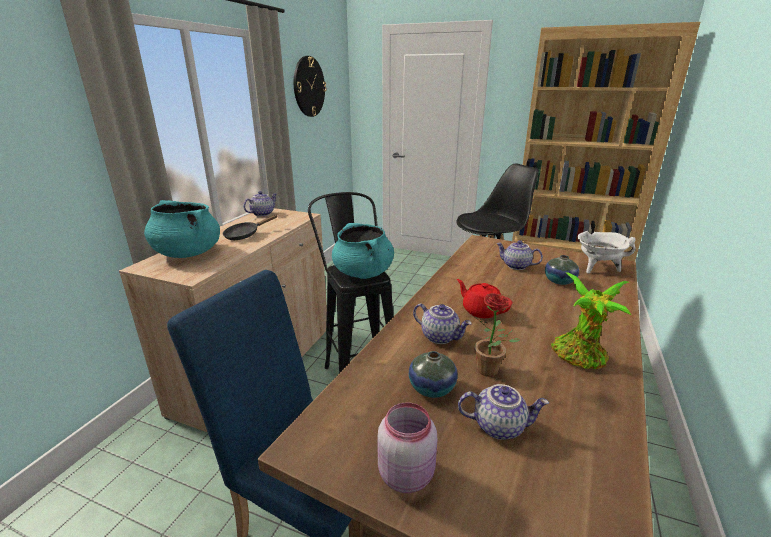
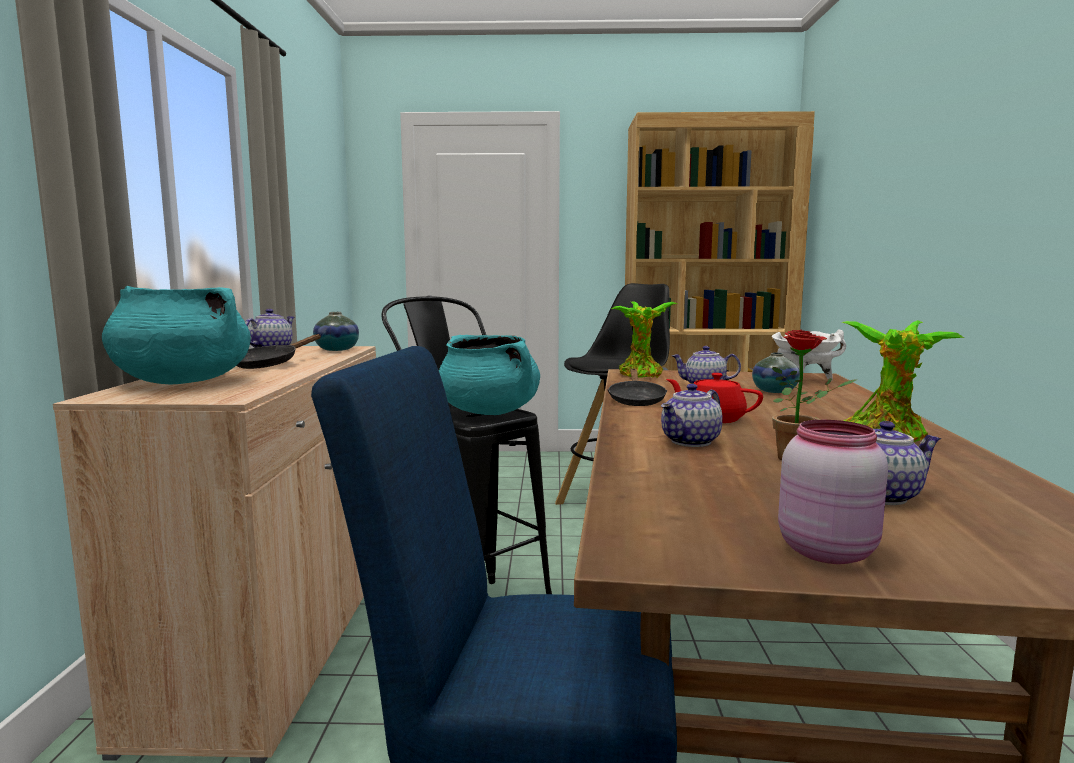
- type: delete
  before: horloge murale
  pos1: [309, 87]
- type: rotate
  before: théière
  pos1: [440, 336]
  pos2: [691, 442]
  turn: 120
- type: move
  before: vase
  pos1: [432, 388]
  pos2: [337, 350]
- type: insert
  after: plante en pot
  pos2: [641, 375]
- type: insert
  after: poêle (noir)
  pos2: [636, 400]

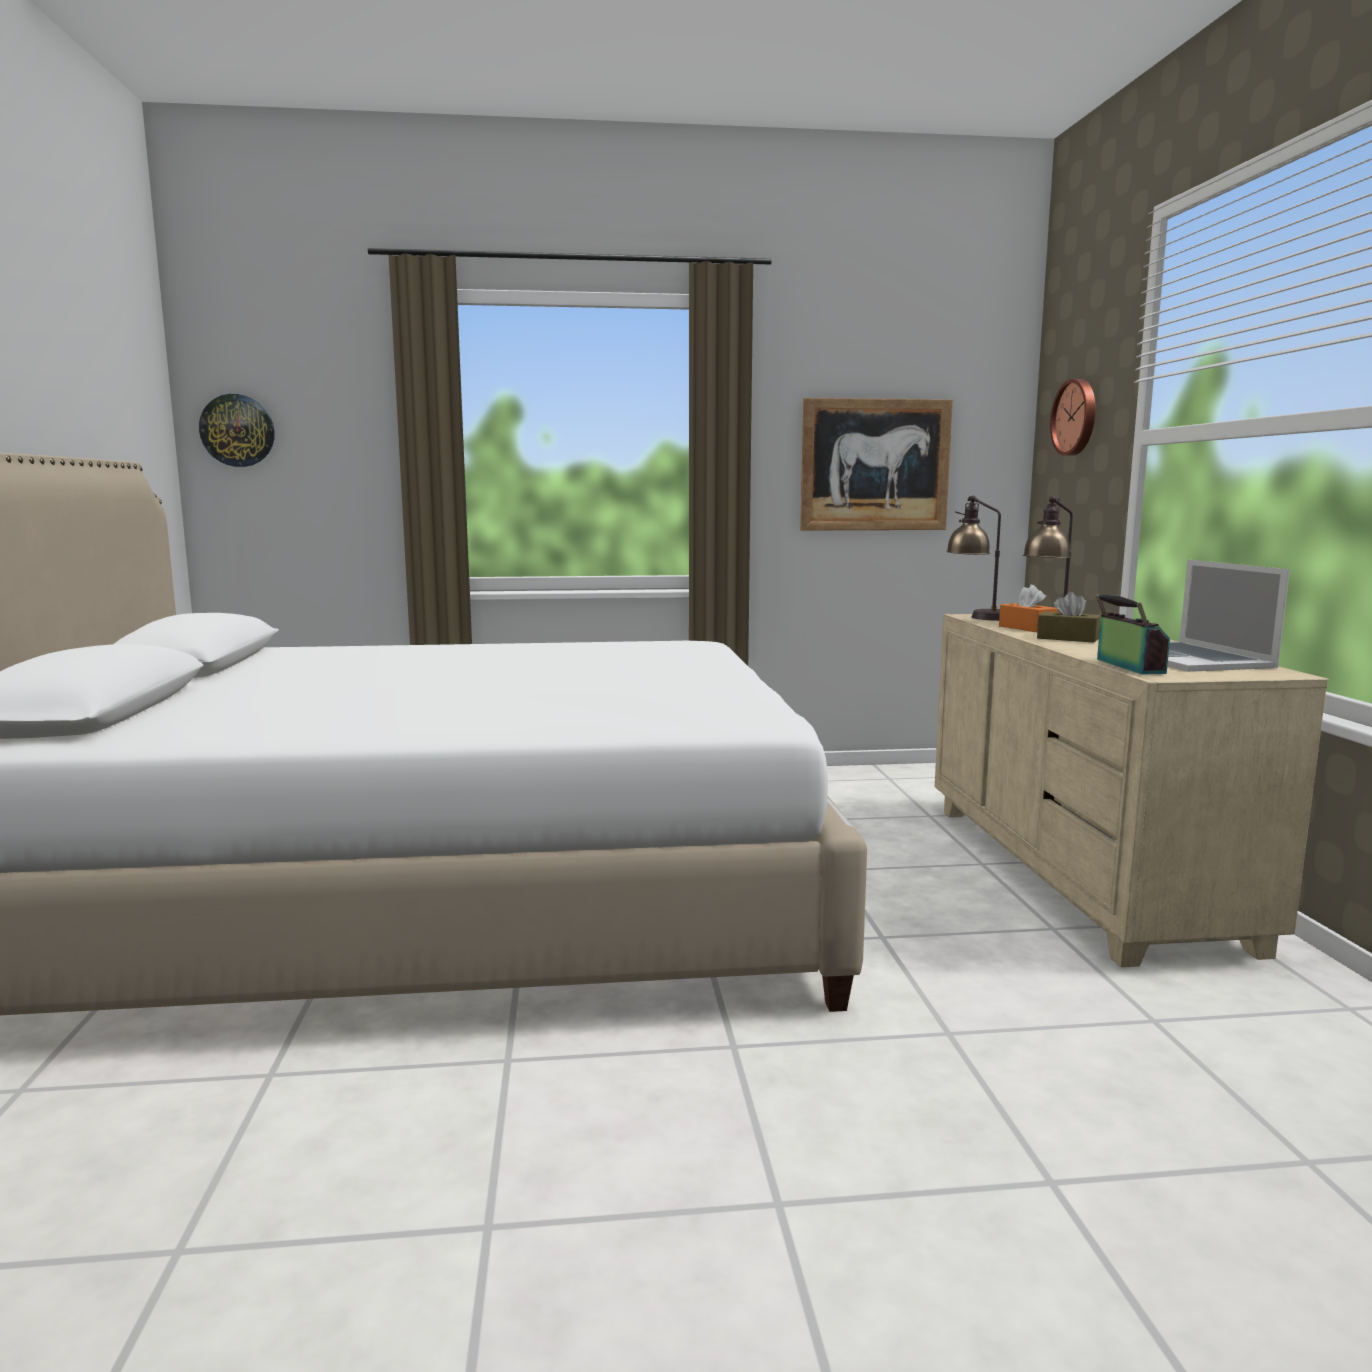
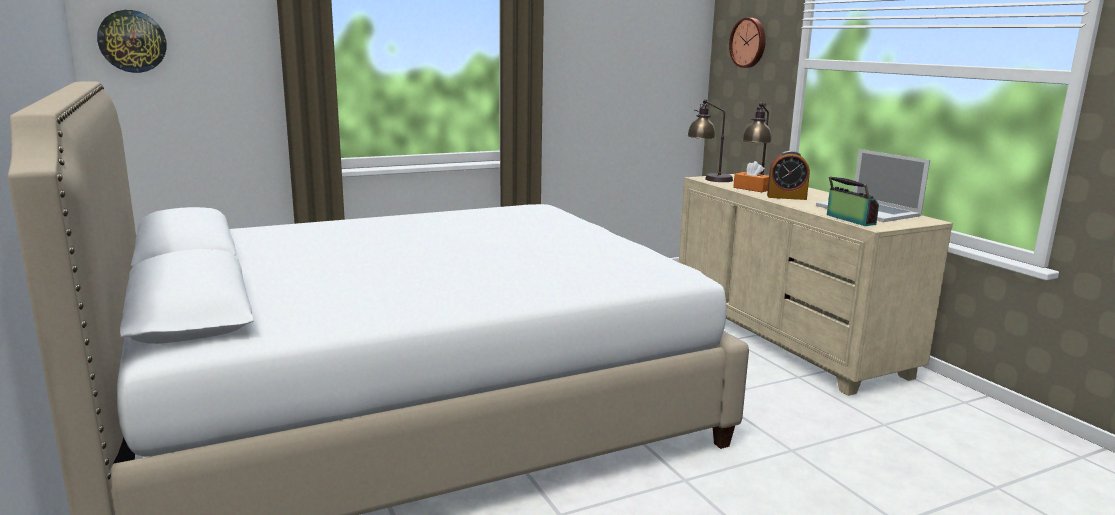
- type: delete
  before: tableau
  pos1: [875, 465]
- type: replace
  before: boîte à mouchoirs (marron)
  after: réveil
  pos1: [1068, 638]
  pos2: [786, 197]

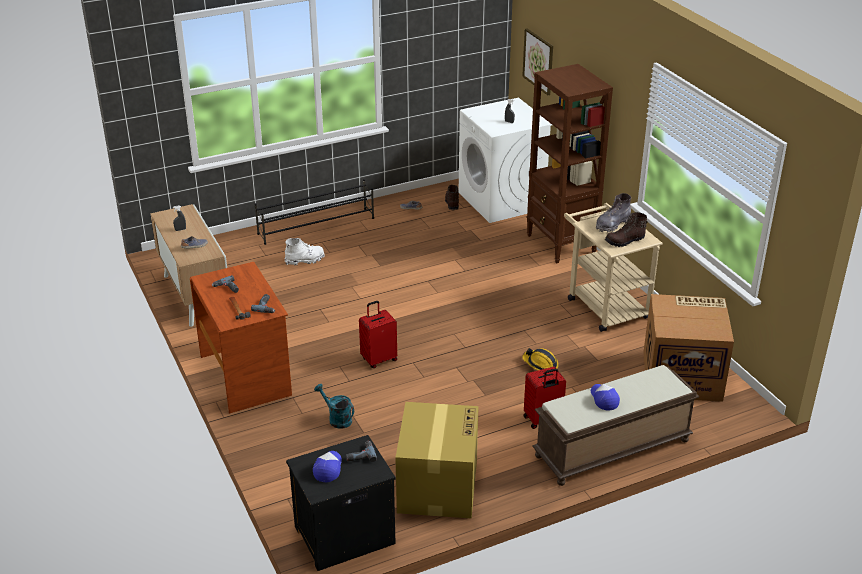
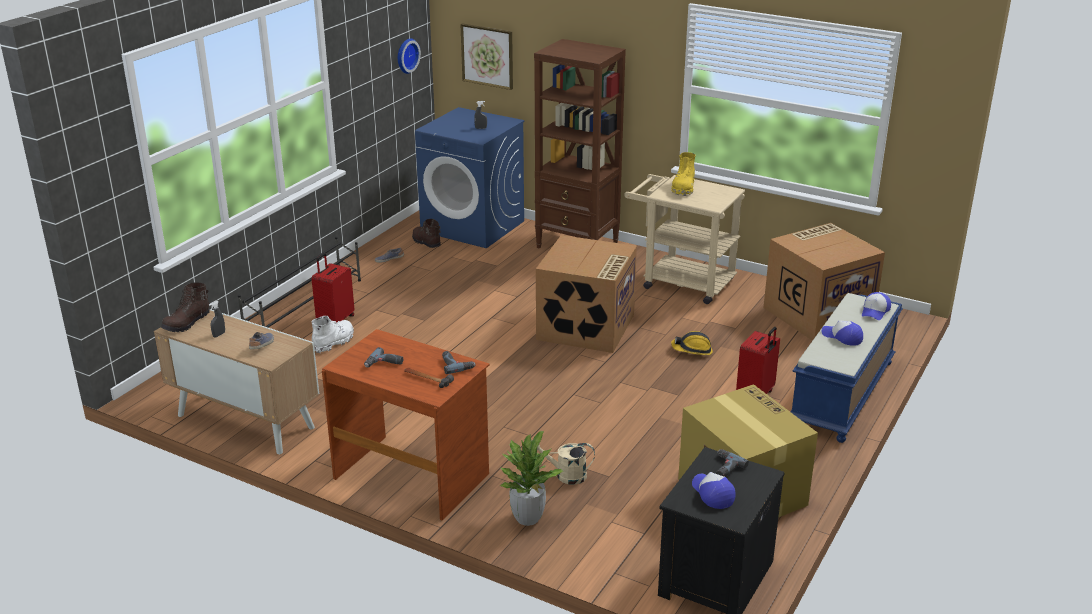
- type: recolor
  before: lave-linge (blanc)
  after: lave-linge (bleu)
  pos1: [502, 201]
  pos2: [473, 226]
- type: recolor
  before: botte (gris)
  after: botte (jaune)
  pos1: [612, 224]
  pos2: [683, 188]
- type: move
  before: botte (marron)
  pos1: [625, 241]
  pos2: [187, 323]
- type: move
  before: valise (rouge)
  pos1: [379, 359]
  pos2: [335, 320]
- type: recolor
  before: banc (marron)
  after: banc (bleu)
  pos1: [612, 449]
  pos2: [843, 394]
- type: recolor
  before: arrosoir (turquoise)
  after: arrosoir (beige)
  pos1: [337, 419]
  pos2: [565, 475]
- type: insert
  after: horloge murale
  pos2: [406, 55]
- type: insert
  after: carton
  pos2: [586, 328]
- type: insert
  after: casquette
  pos2: [875, 311]
- type: insert
  after: plante en pot
  pos2: [527, 518]

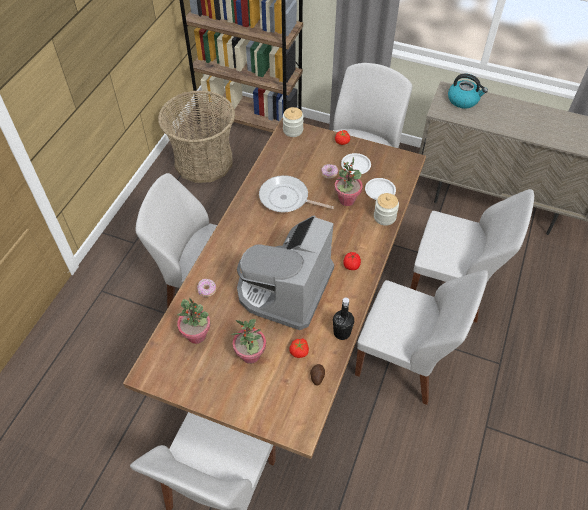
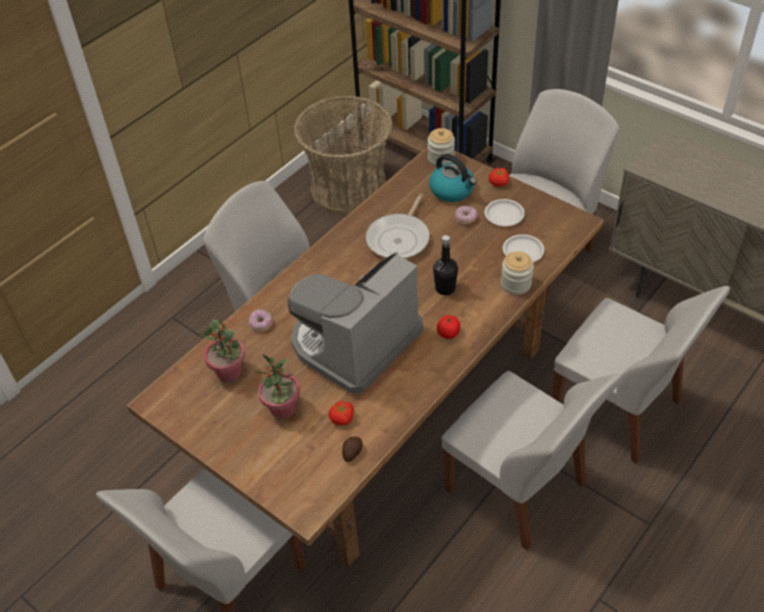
- type: move
  before: bouilloire
  pos1: [463, 100]
  pos2: [452, 190]
- type: delete
  before: plante en pot
  pos1: [346, 200]
- type: rotate
  before: poêle
  pos1: [287, 199]
  pos2: [400, 238]
  turn: -105
- type: move
  before: bouteille (noir)
  pos1: [342, 333]
  pos2: [445, 288]

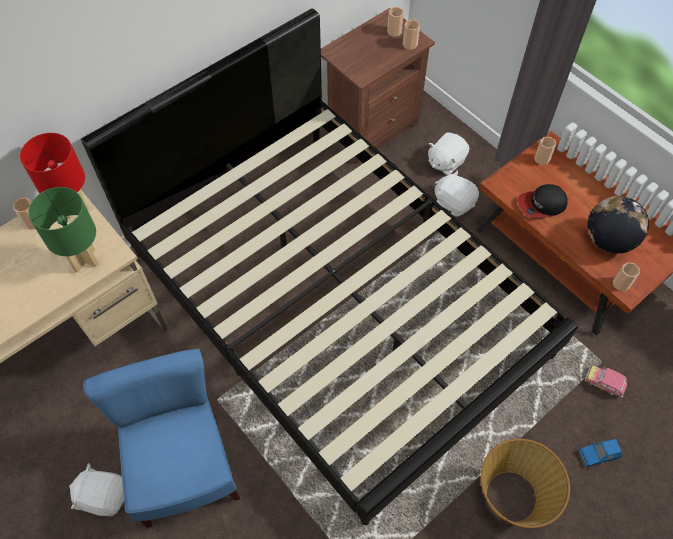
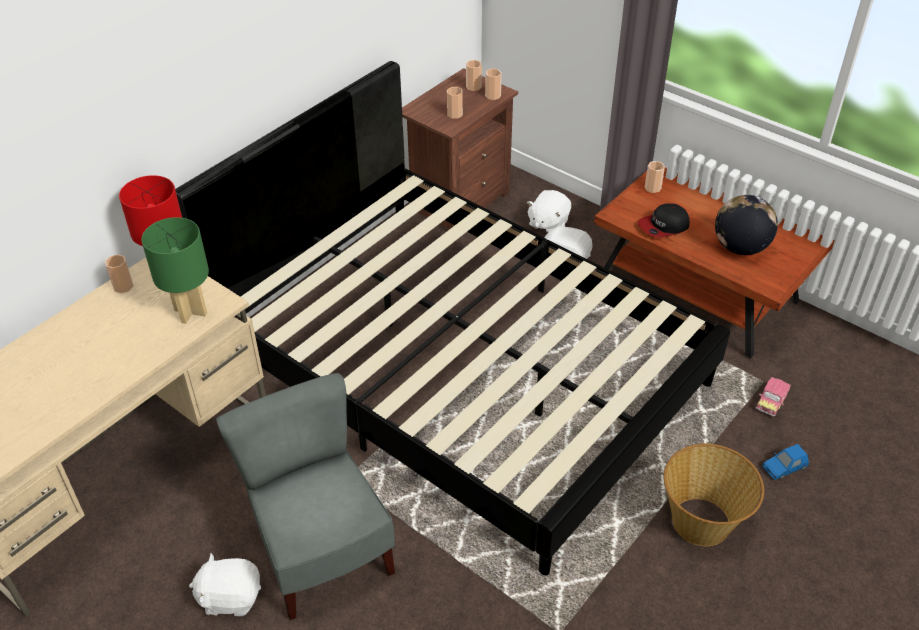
- type: move
  before: tasse
  pos1: [621, 284]
  pos2: [454, 114]
- type: recolor
  before: chaise (bleu)
  after: chaise (gris)
  pos1: [185, 468]
  pos2: [322, 554]
- type: rotate
  before: petite voiture
  pos1: [604, 383]
  pos2: [771, 401]
  turn: -75

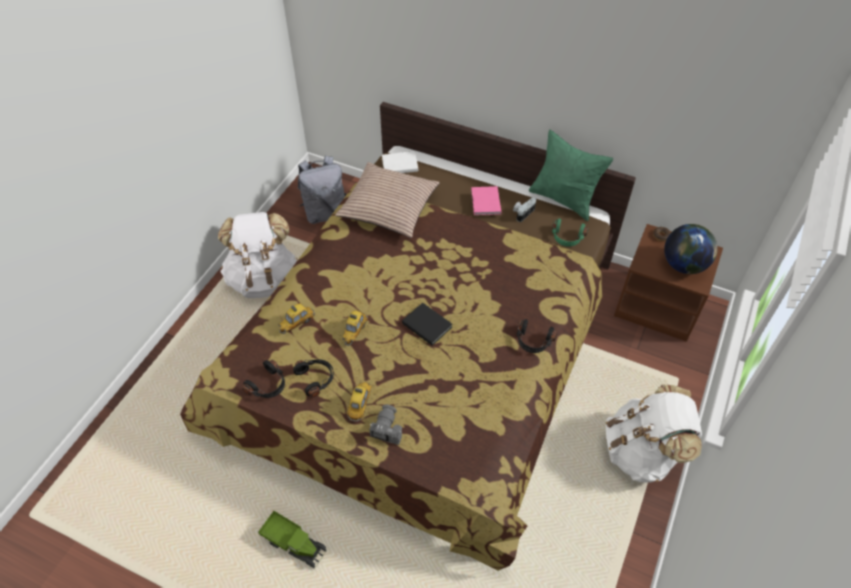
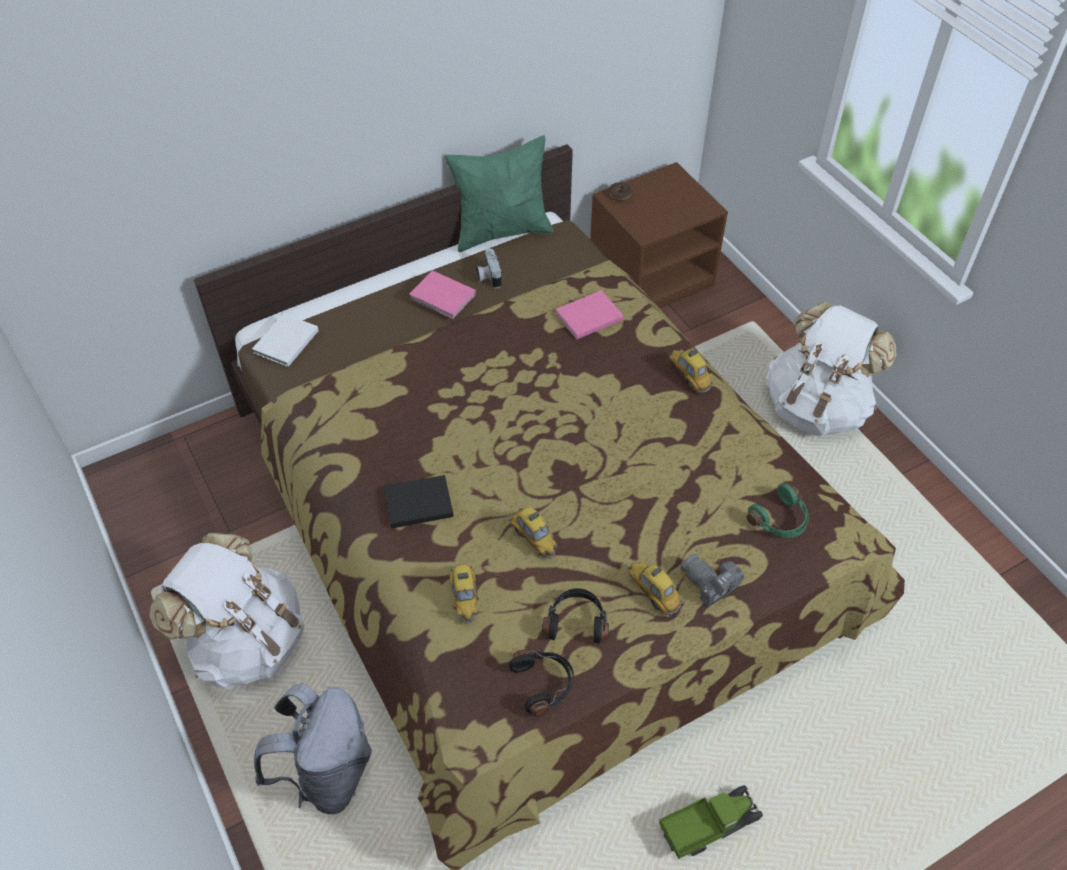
- type: move
  before: sac à dos (gris)
  pos1: [325, 213]
  pos2: [327, 774]
- type: delete
  before: coussin
  pos1: [389, 207]
- type: move
  before: casque audio (vert)
  pos1: [567, 238]
  pos2: [780, 520]
- type: delete
  before: globe
  pos1: [684, 265]
- type: move
  before: livre (noir)
  pos1: [426, 324]
  pos2: [416, 503]
- type: replace
  before: casque audio (noir)
  after: petite voiture
  pos1: [533, 341]
  pos2: [688, 376]
- type: insert
  after: livre (rose)
  pos2: [587, 317]

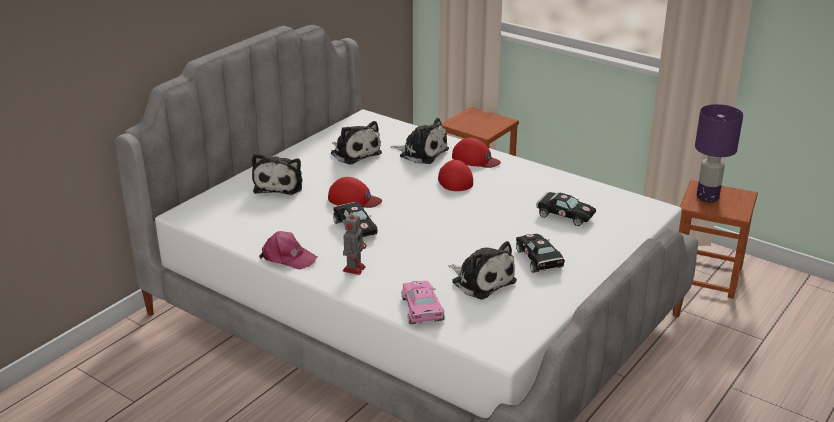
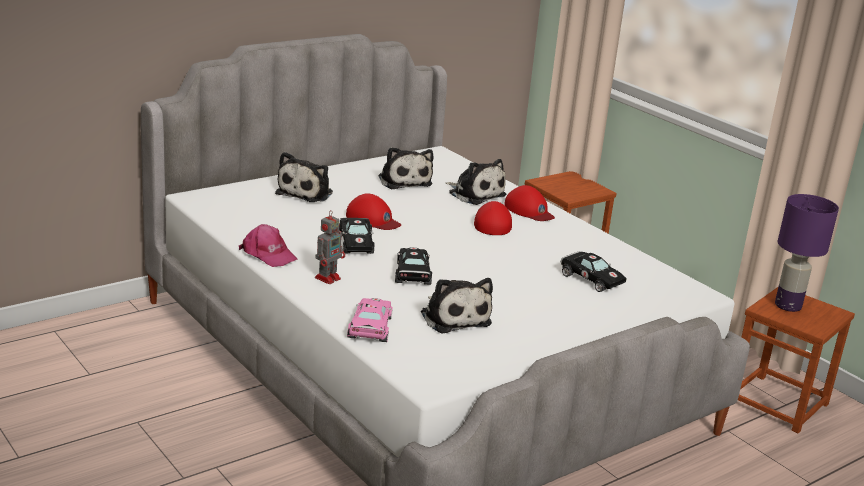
- type: move
  before: petite voiture (noir)
  pos1: [539, 260]
  pos2: [412, 274]

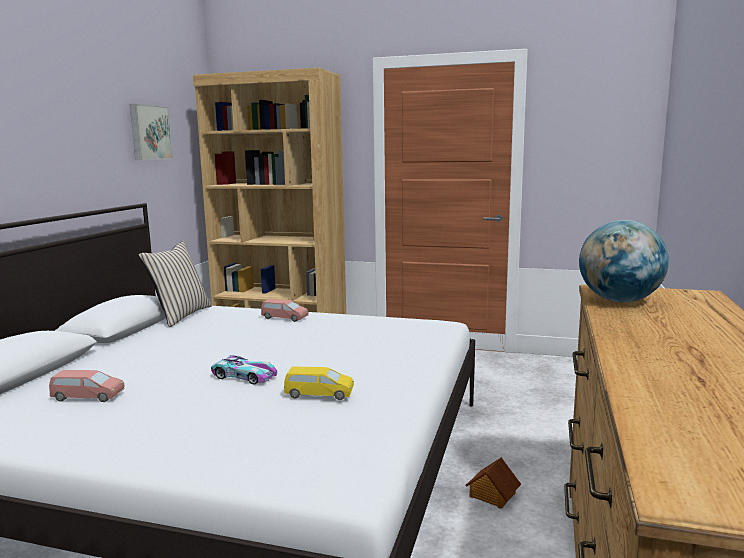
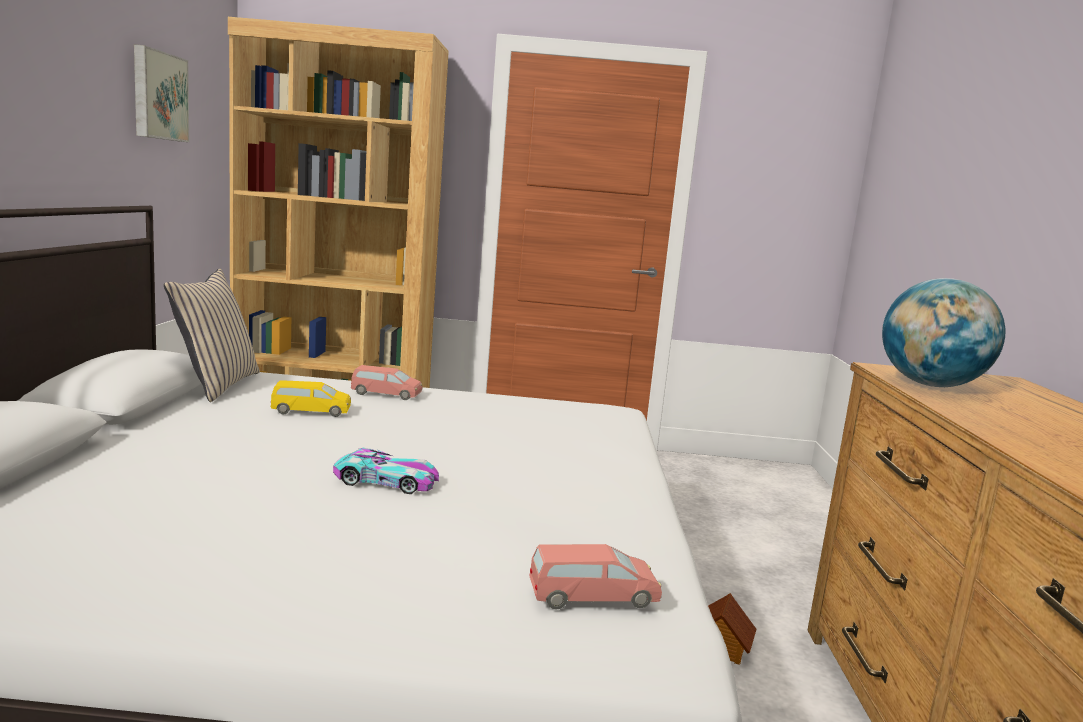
- type: move
  before: petite voiture (jaune)
  pos1: [319, 394]
  pos2: [311, 411]
- type: move
  before: petite voiture (rose)
  pos1: [88, 397]
  pos2: [592, 596]

